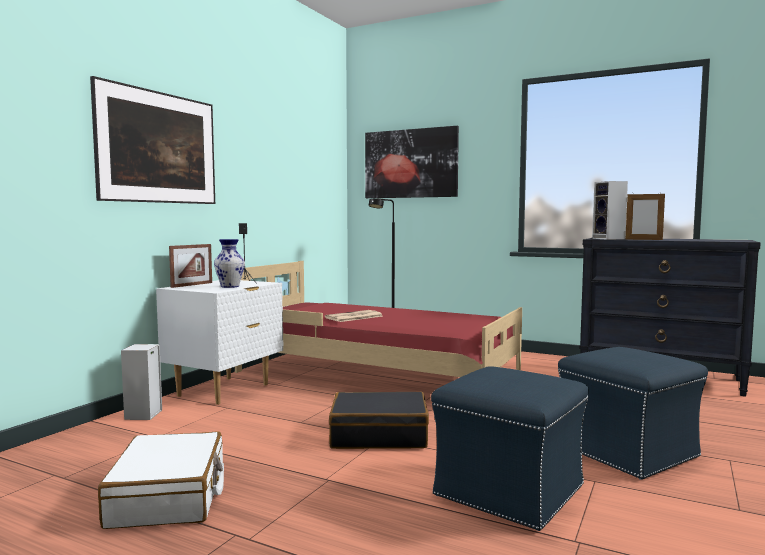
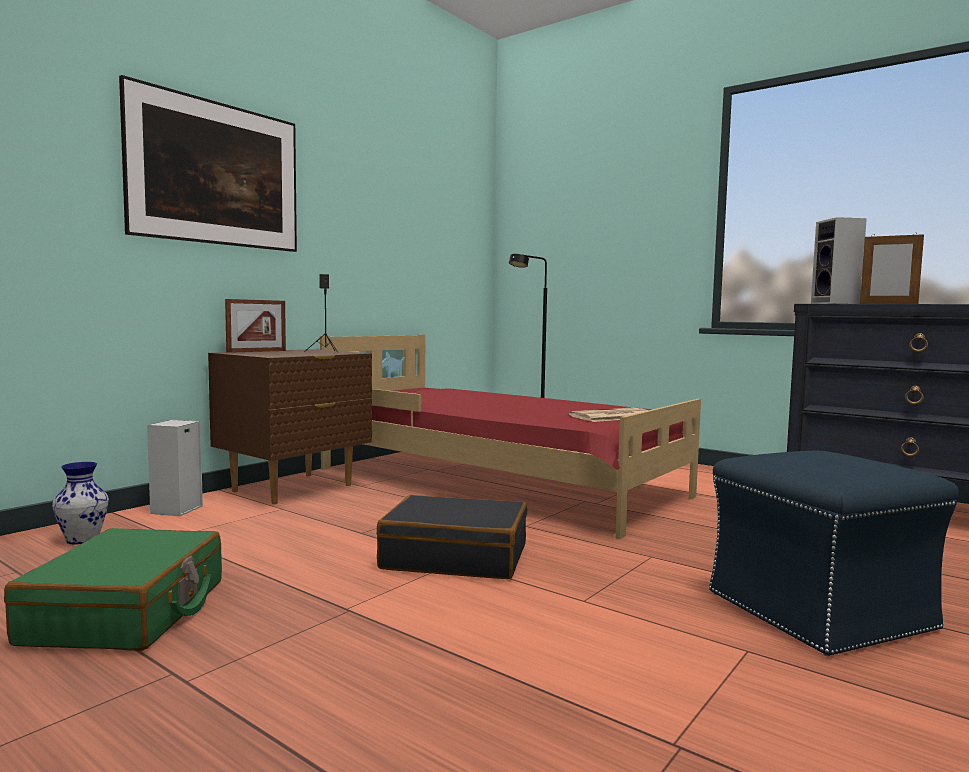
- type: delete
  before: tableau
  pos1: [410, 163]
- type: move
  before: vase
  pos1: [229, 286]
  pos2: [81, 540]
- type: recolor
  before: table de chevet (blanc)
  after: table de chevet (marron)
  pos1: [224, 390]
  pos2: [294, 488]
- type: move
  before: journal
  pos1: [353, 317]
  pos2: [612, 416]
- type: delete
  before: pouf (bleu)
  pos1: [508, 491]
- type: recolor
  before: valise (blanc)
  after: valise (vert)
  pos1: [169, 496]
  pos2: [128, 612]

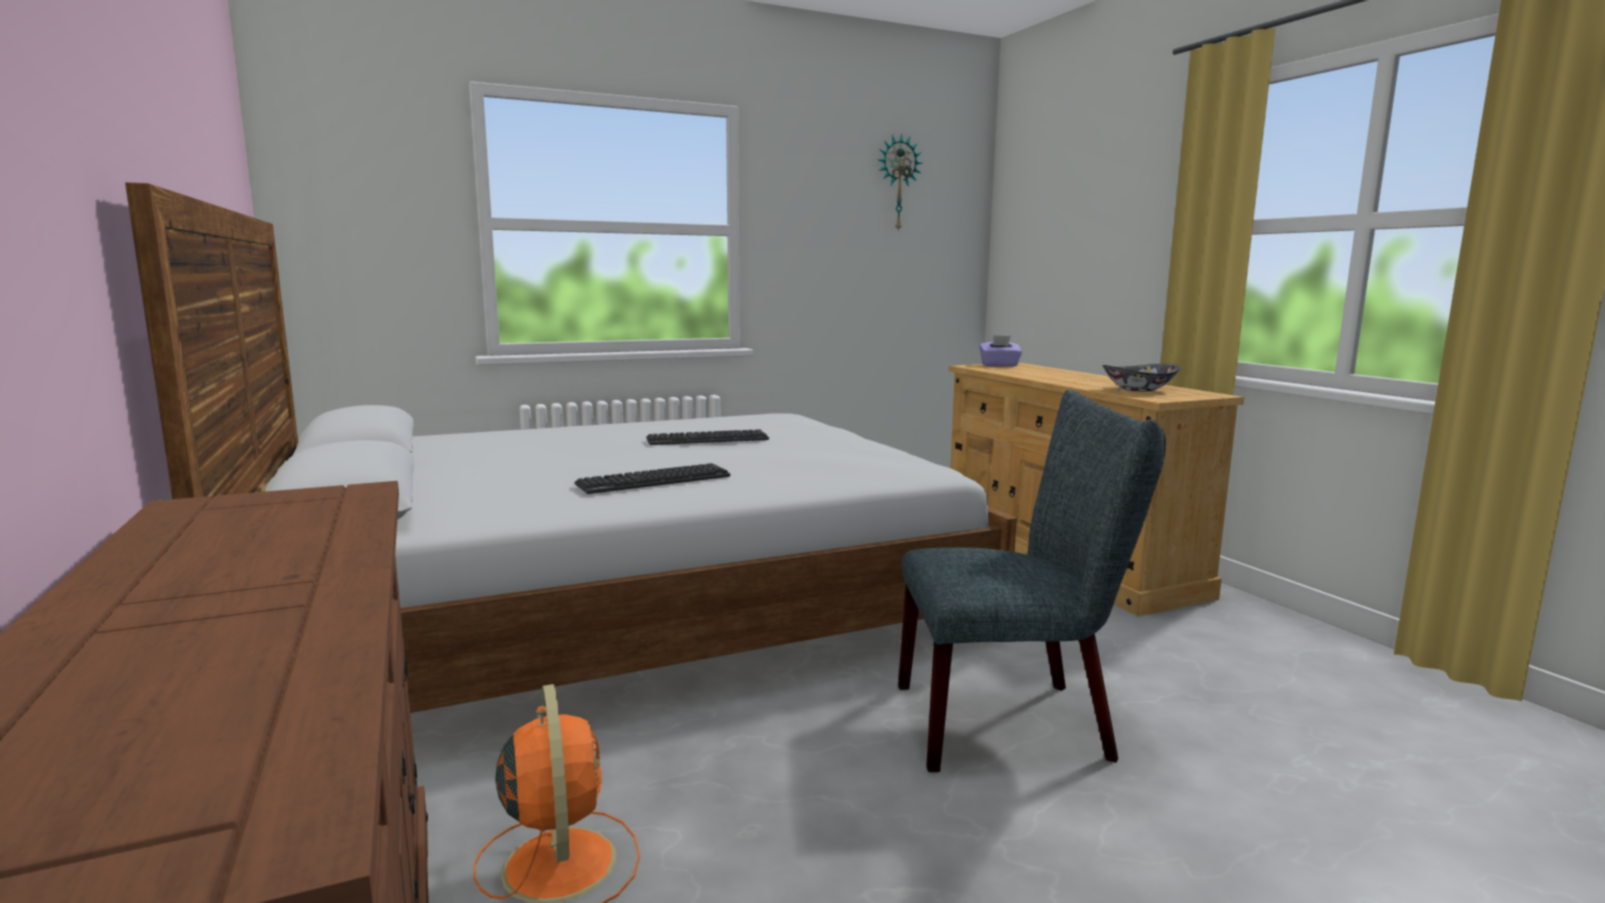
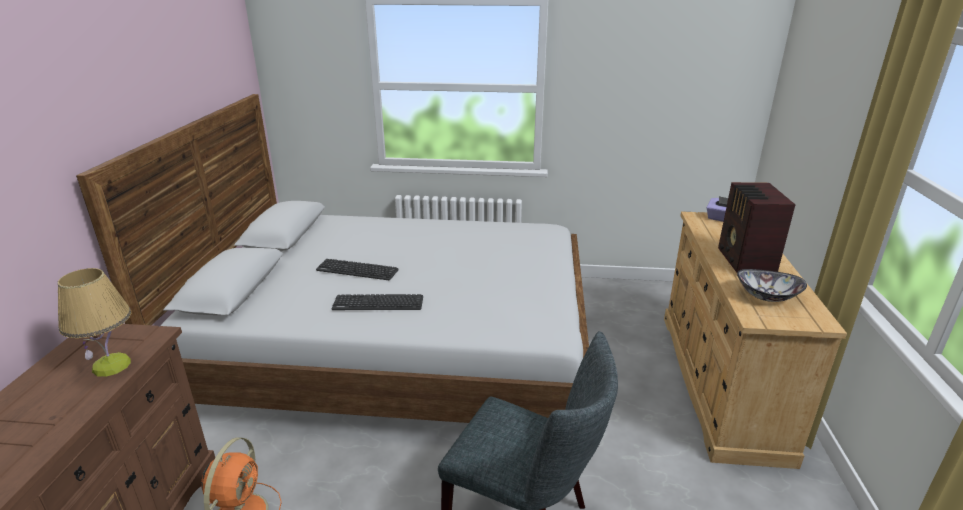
- type: delete
  before: horloge murale
  pos1: [897, 183]
- type: move
  before: clavier
  pos1: [707, 439]
  pos2: [357, 270]
- type: insert
  after: radio
  pos2: [745, 262]
- type: insert
  after: lampe de table
  pos2: [112, 365]

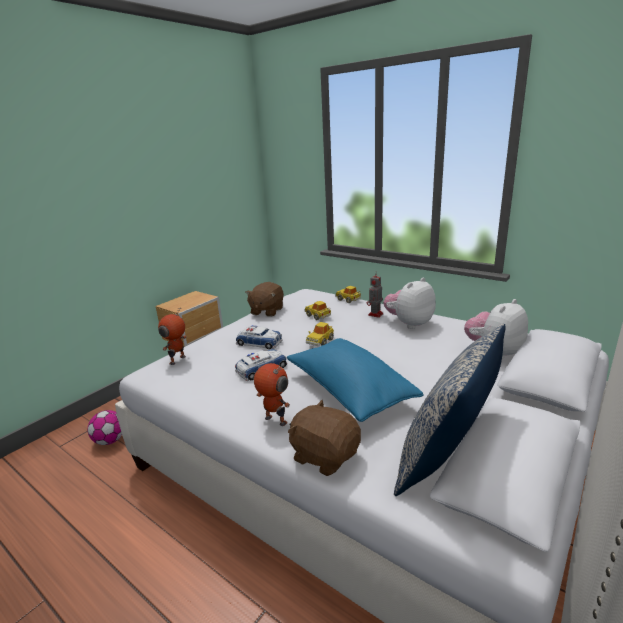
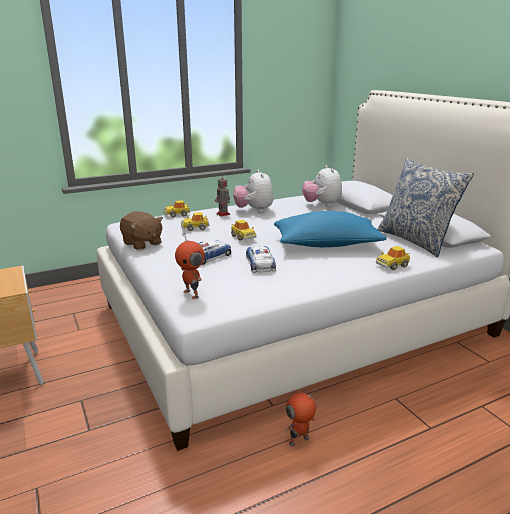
- type: move
  before: robot jouet
  pos1: [274, 421]
  pos2: [299, 441]
- type: replace
  before: peluche (marron)
  after: petite voiture
  pos1: [325, 455]
  pos2: [392, 265]
- type: delete
  before: ballon de foot
  pos1: [110, 440]

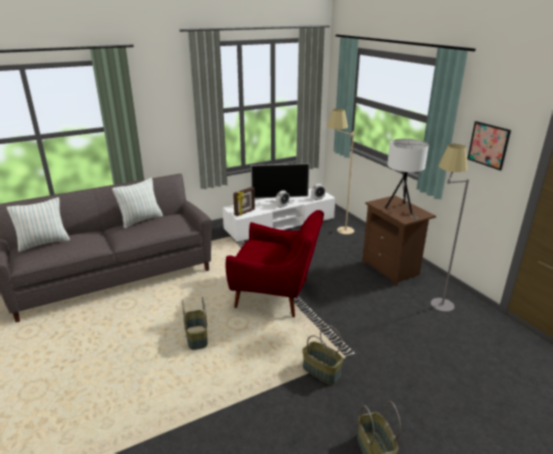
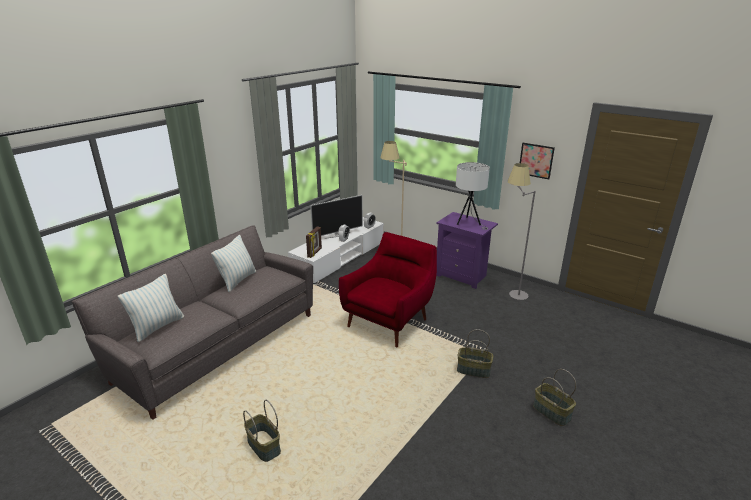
- type: recolor
  before: table de chevet (marron)
  after: table de chevet (violet)
  pos1: [392, 268]
  pos2: [462, 276]
- type: rotate
  before: fauteuil (rouge)
  pos1: [277, 295]
  pos2: [389, 321]
  turn: -45
- type: move
  before: panier
  pos1: [196, 338]
  pos2: [263, 446]

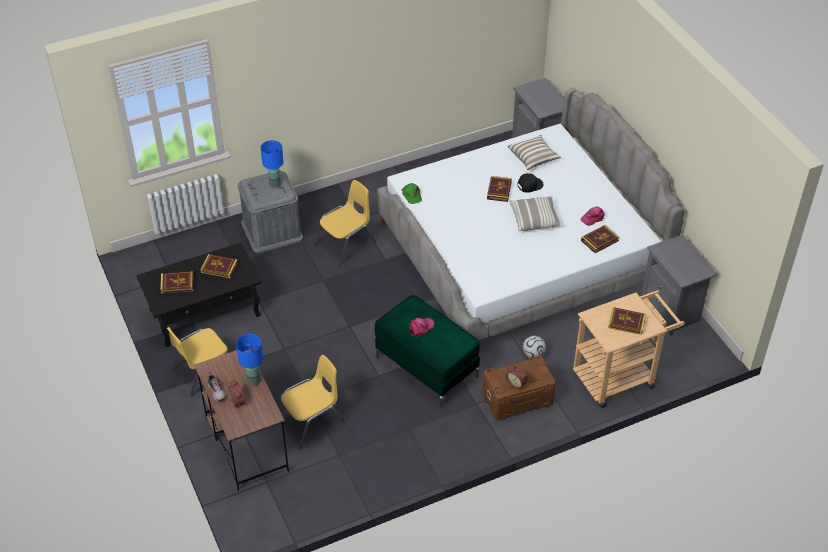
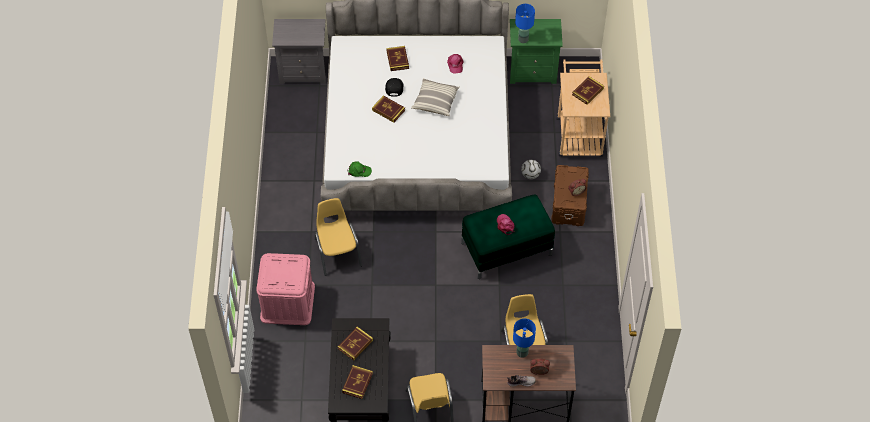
- type: delete
  before: coussin
  pos1: [533, 158]
- type: move
  before: lampe de table (bleu)
  pos1: [274, 184]
  pos2: [523, 39]
- type: recolor
  before: boîte de rangement (gris)
  after: boîte de rangement (rose)
  pos1: [272, 230]
  pos2: [287, 302]
- type: move
  before: livre
  pos1: [599, 240]
  pos2: [397, 59]
- type: recolor
  before: table de chevet (gris)
  after: table de chevet (vert)
  pos1: [672, 311]
  pos2: [533, 71]

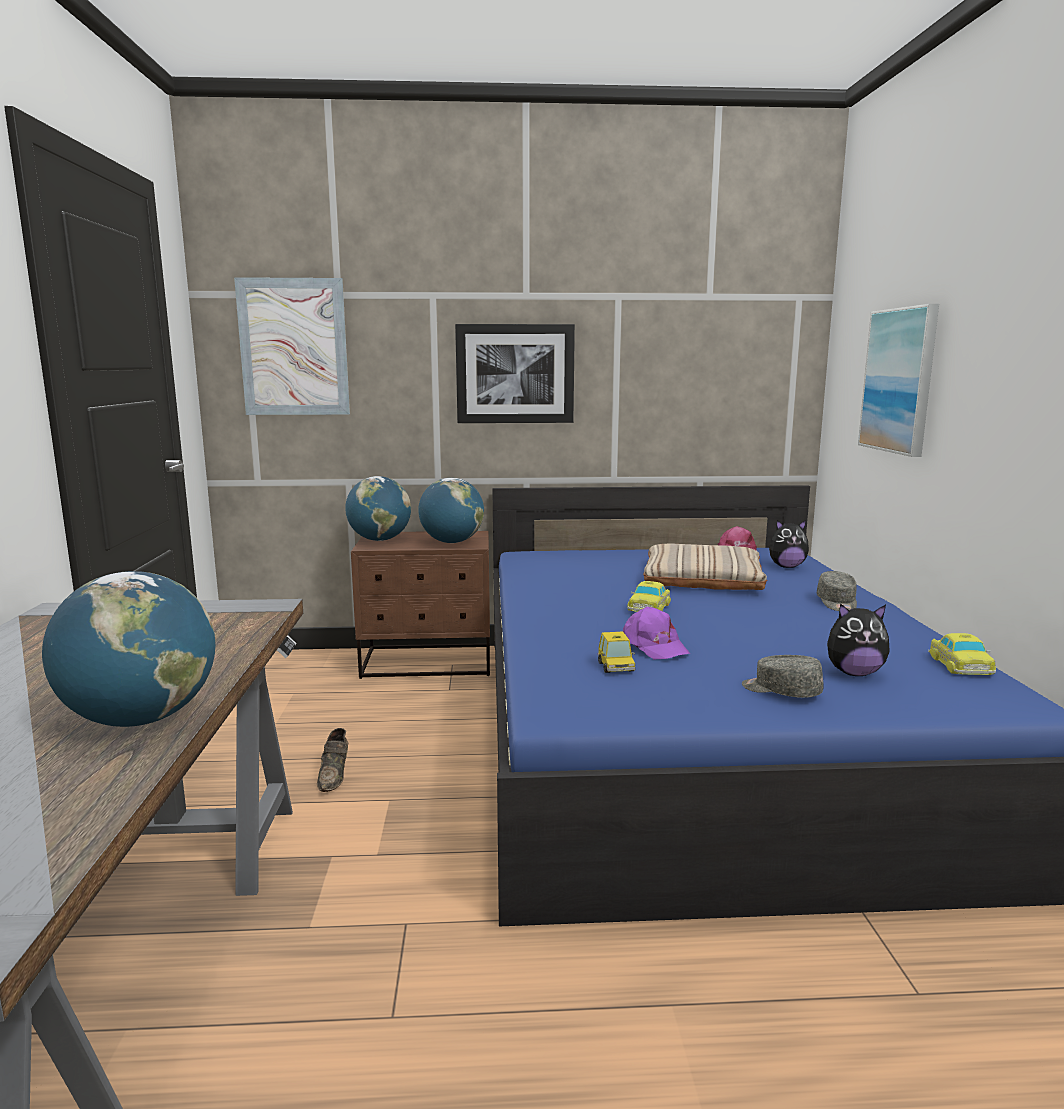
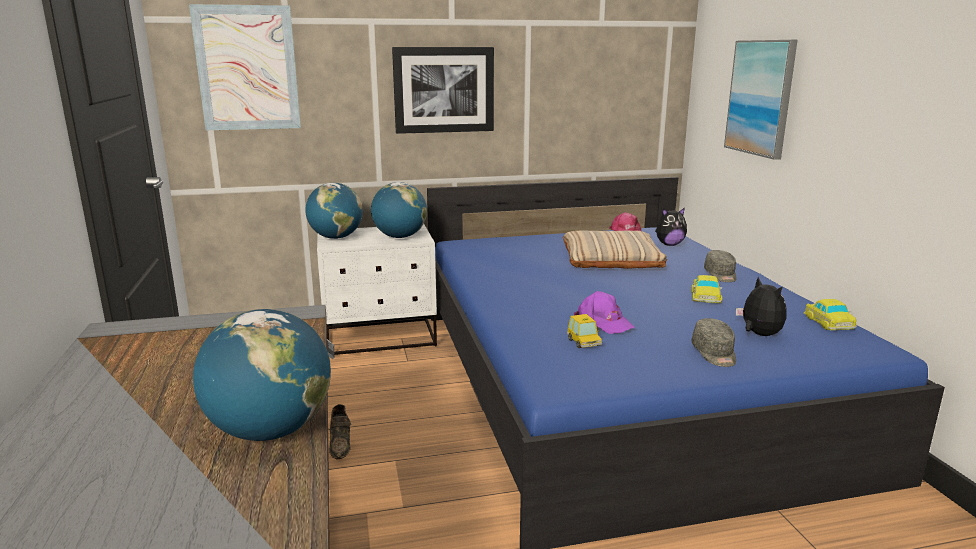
- type: recolor
  before: table de chevet (marron)
  after: table de chevet (blanc)
  pos1: [428, 663]
  pos2: [380, 338]
- type: move
  before: petite voiture
  pos1: [649, 606]
  pos2: [705, 296]
- type: rotate
  before: peluche
  pos1: [853, 673]
  pos2: [758, 334]
  turn: -105
- type: rotate
  before: casquette (gris)
  pos1: [780, 691]
  pos2: [714, 354]
  turn: -120

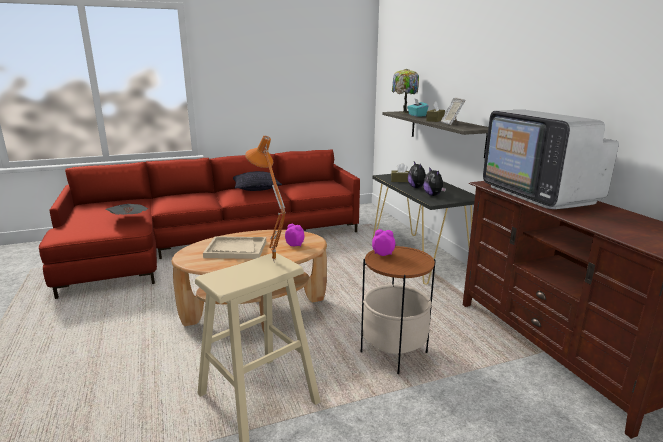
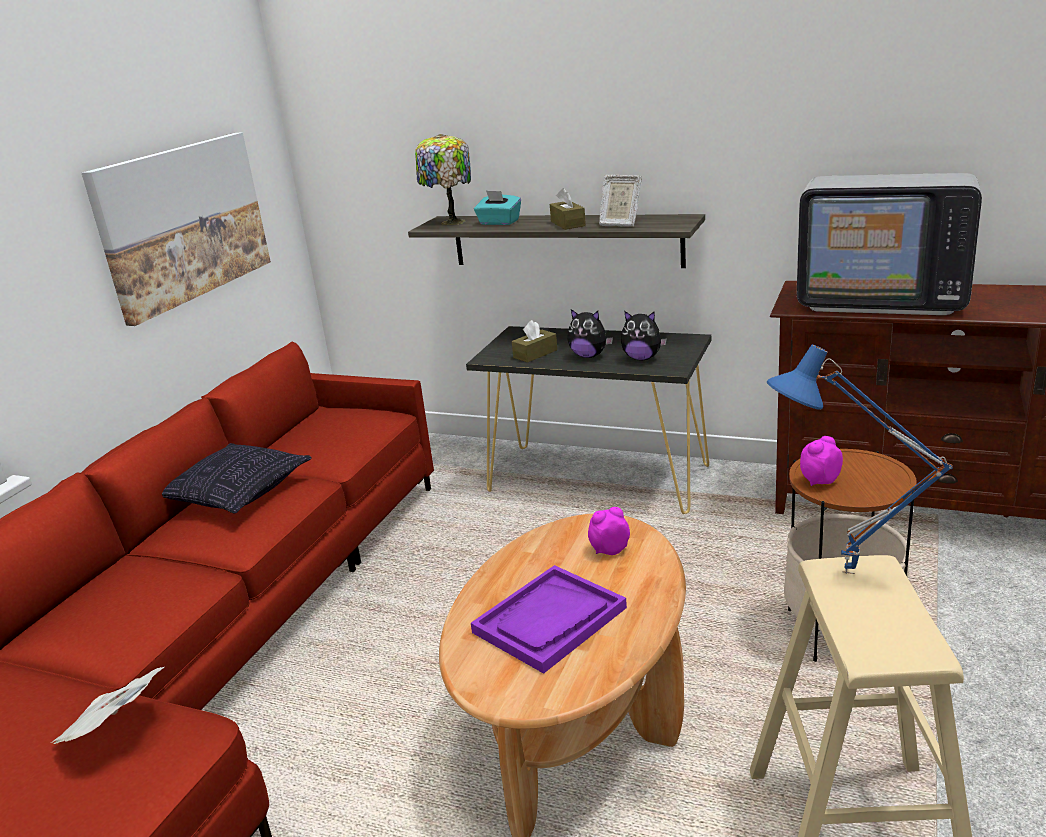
- type: recolor
  before: lampe de table (orange)
  after: lampe de table (bleu)
  pos1: [271, 262]
  pos2: [848, 576]
- type: recolor
  before: plateau (beige)
  after: plateau (violet)
  pos1: [235, 249]
  pos2: [549, 620]
- type: insert
  after: tableau
  pos2: [183, 223]

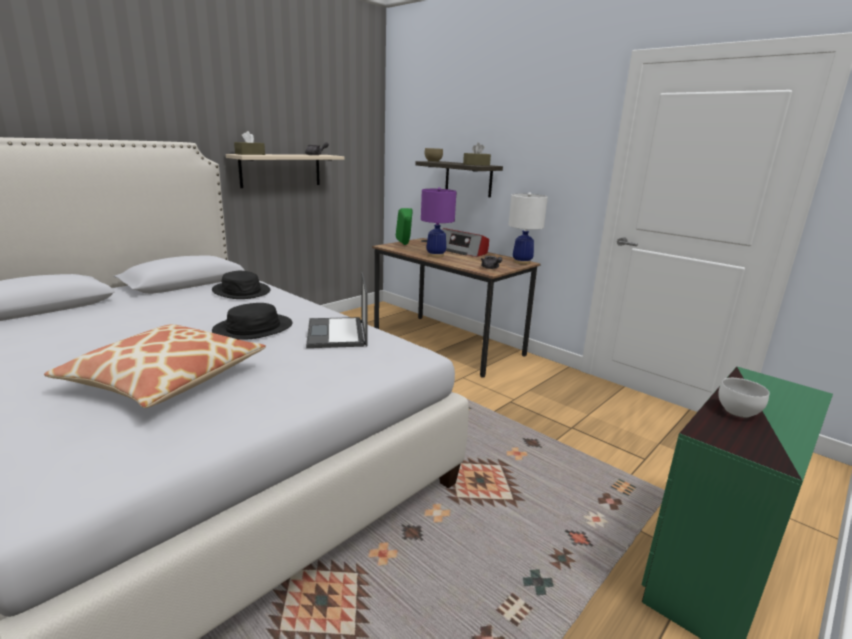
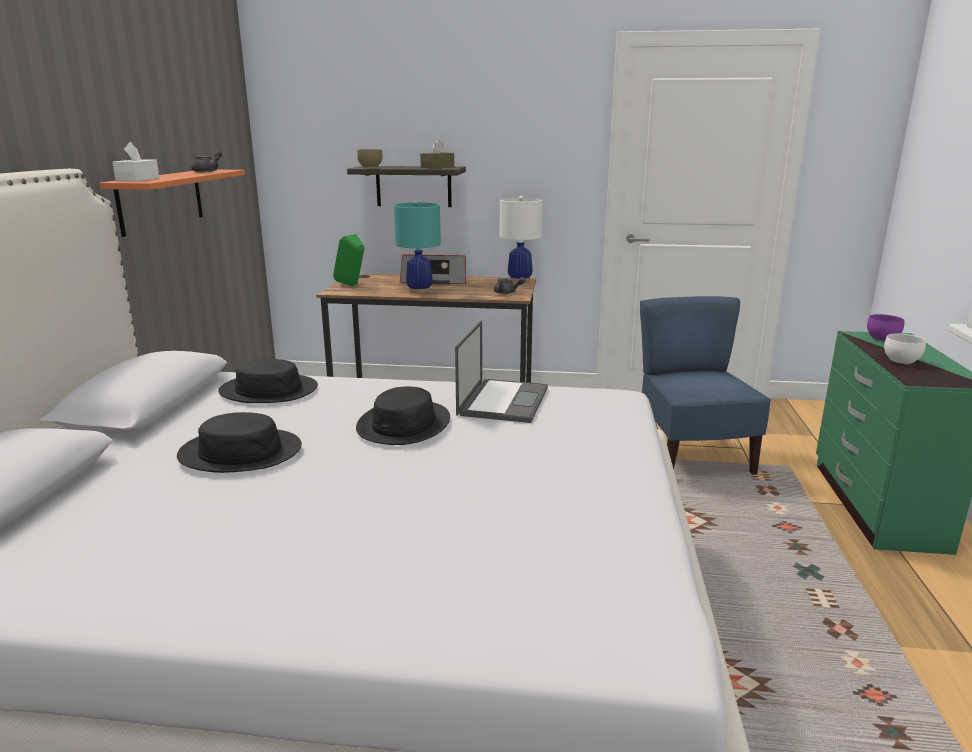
- type: recolor
  before: boîte à mouchoirs (marron)
  after: boîte à mouchoirs (blanc)
  pos1: [250, 154]
  pos2: [138, 179]
- type: recolor
  before: étagère (beige)
  after: étagère (orange)
  pos1: [281, 170]
  pos2: [161, 200]
- type: recolor
  before: lampe de table (violet)
  after: lampe de table (turquoise)
  pos1: [435, 255]
  pos2: [419, 291]
- type: rotate
  before: ordinateur portable
  pos1: [337, 333]
  pos2: [503, 400]
  turn: -120
- type: delete
  before: coussin
  pos1: [166, 379]
- type: insert
  after: chaise (bleu)
  pos2: [692, 457]
- type: insert
  after: bol (violet)
  pos2: [882, 339]
- type: insert
  after: chapeau (noir)
  pos2: [241, 452]

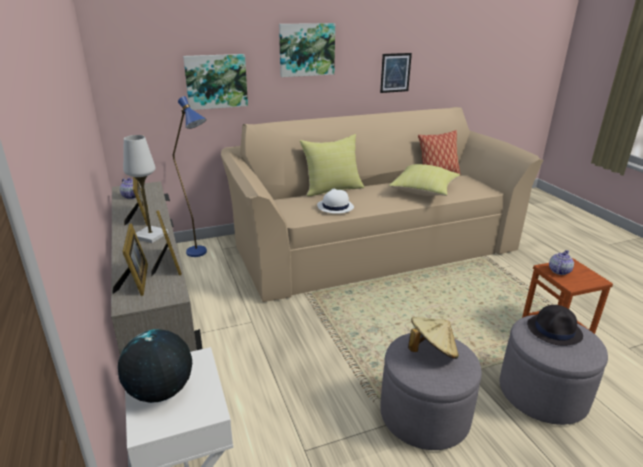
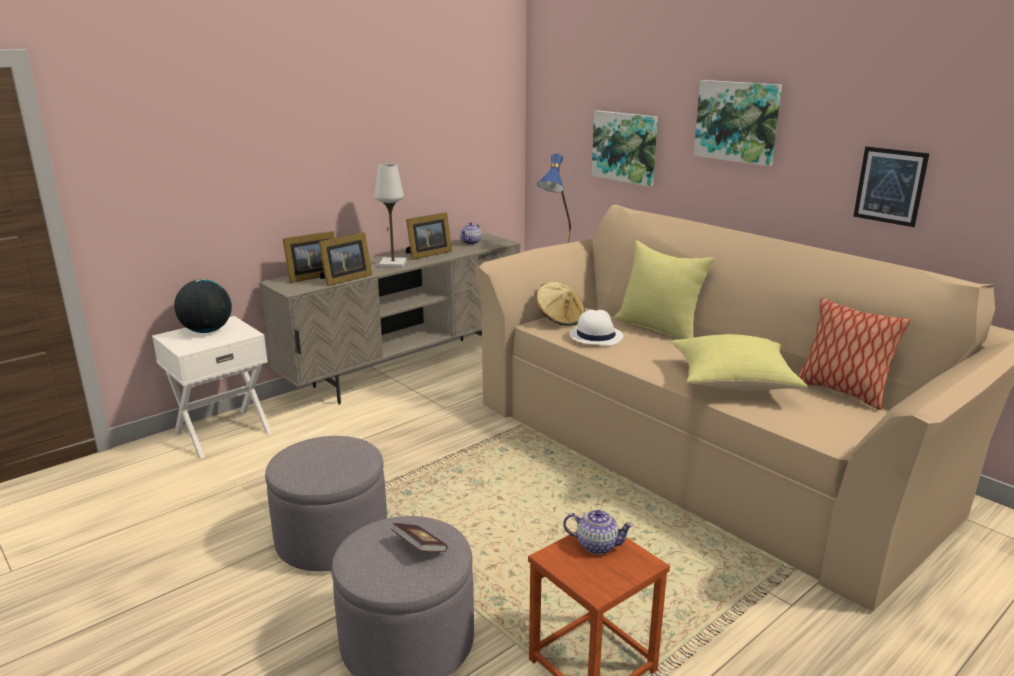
- type: replace
  before: chapeau (noir)
  after: livre
  pos1: [554, 330]
  pos2: [419, 547]
- type: move
  before: chapeau (beige)
  pos1: [432, 351]
  pos2: [560, 319]

